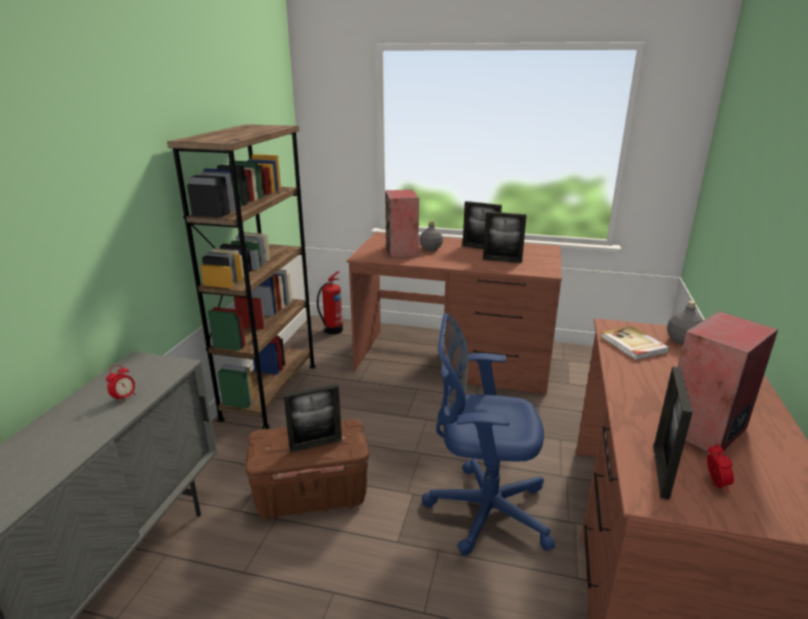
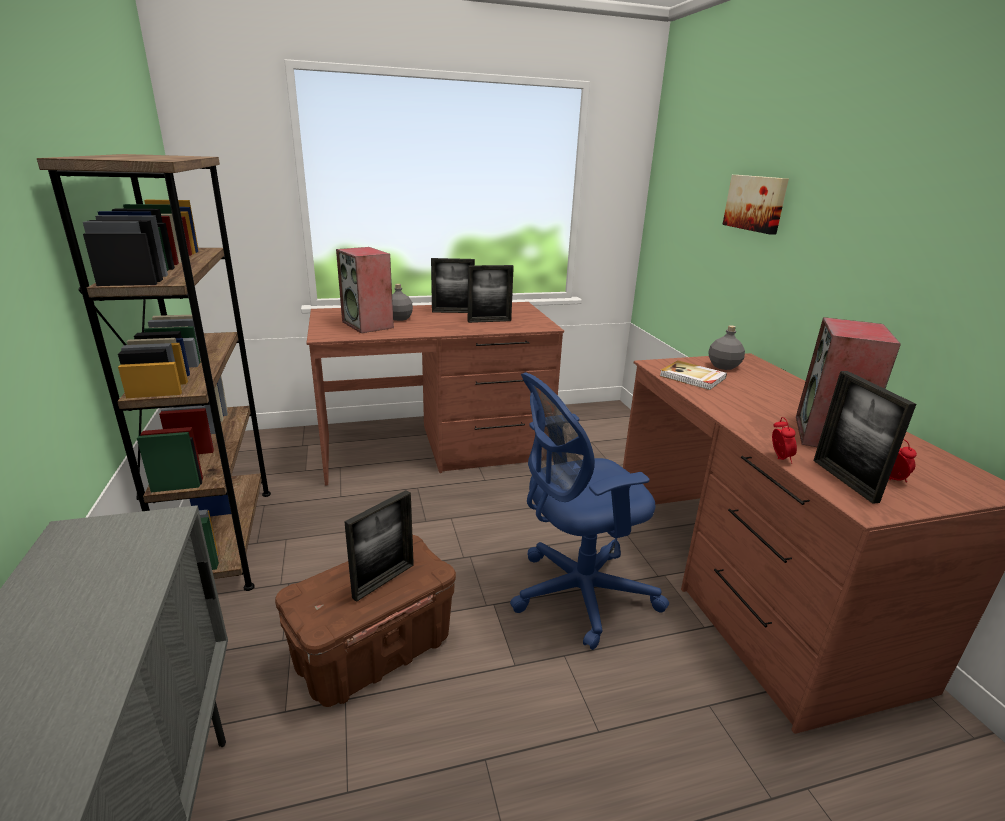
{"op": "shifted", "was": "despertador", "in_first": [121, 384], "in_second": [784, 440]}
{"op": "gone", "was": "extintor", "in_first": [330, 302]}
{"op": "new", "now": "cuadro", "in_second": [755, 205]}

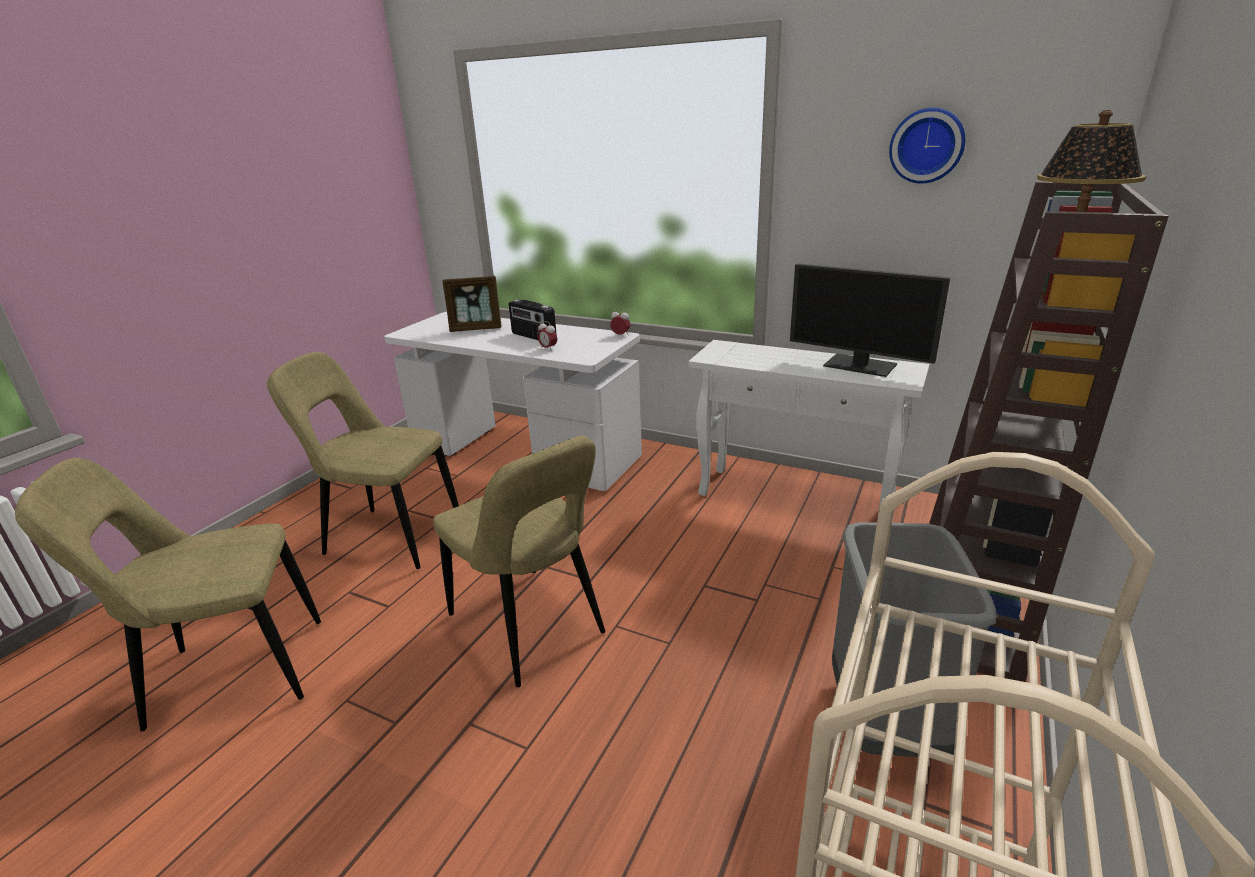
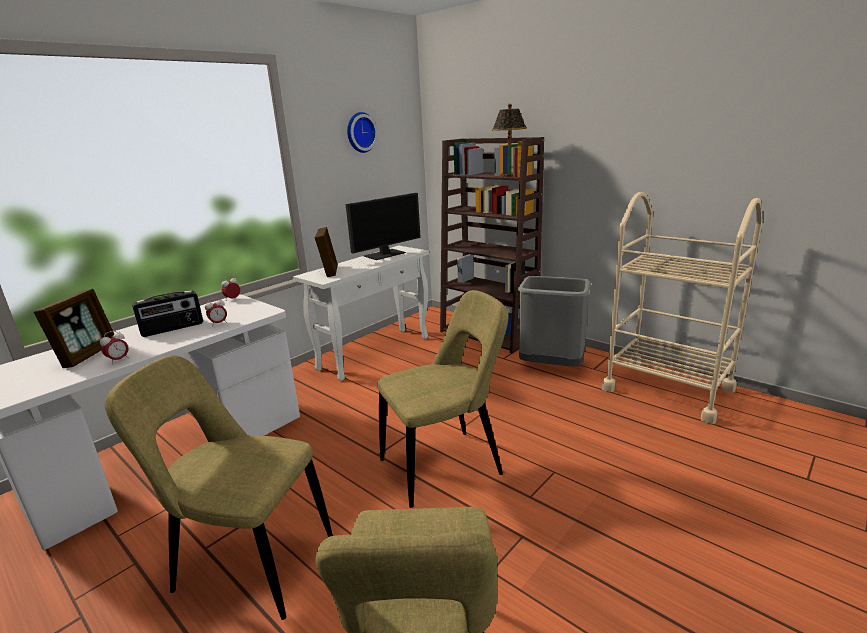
{"op": "rotated", "was": "silla/beis", "in_first": [363, 460], "in_second": [218, 488], "clockwise": 75}
{"op": "new", "now": "despertador", "in_second": [114, 347]}
{"op": "new", "now": "portarretratos", "in_second": [326, 252]}

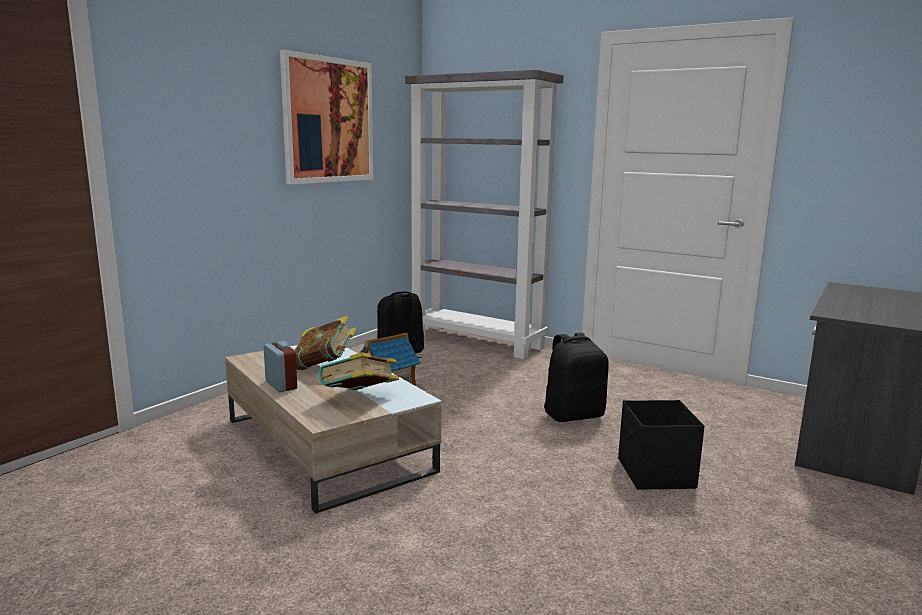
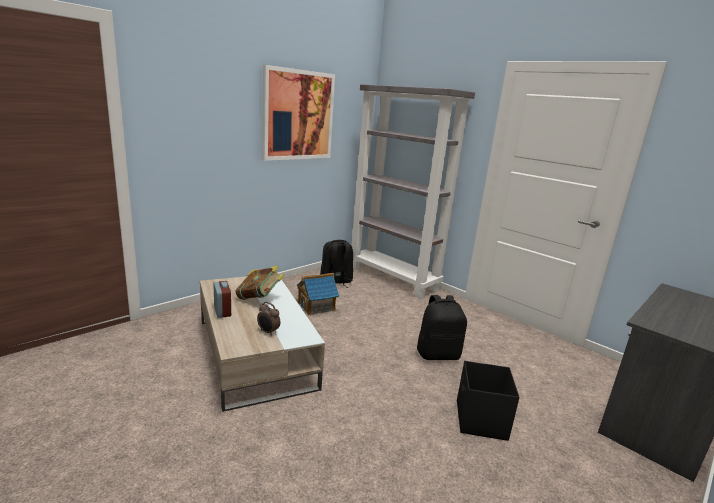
{"op": "swapped", "was": "libro", "now": "despertador", "in_first": [358, 371], "in_second": [269, 319]}

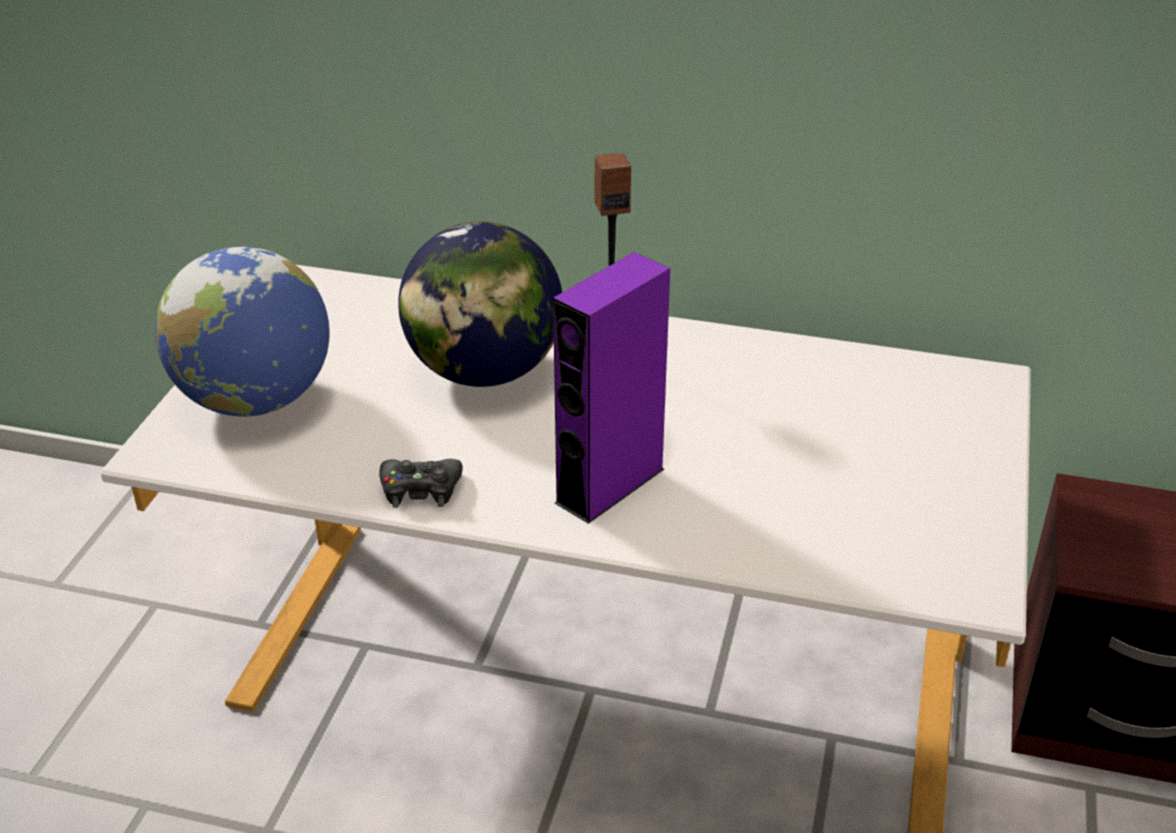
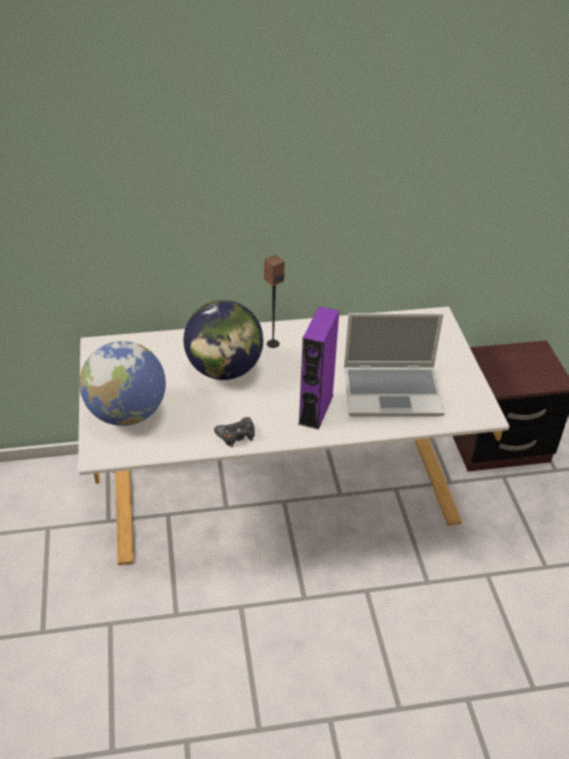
{"op": "new", "now": "portátil", "in_second": [394, 365]}

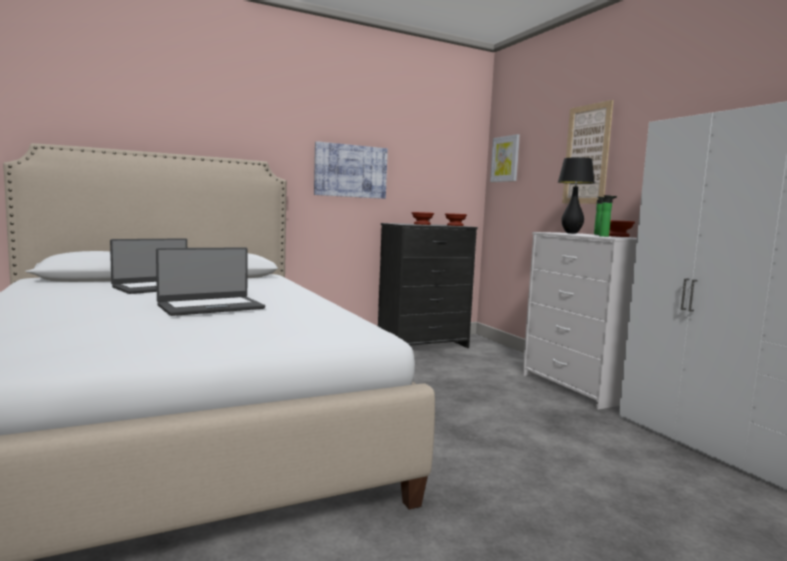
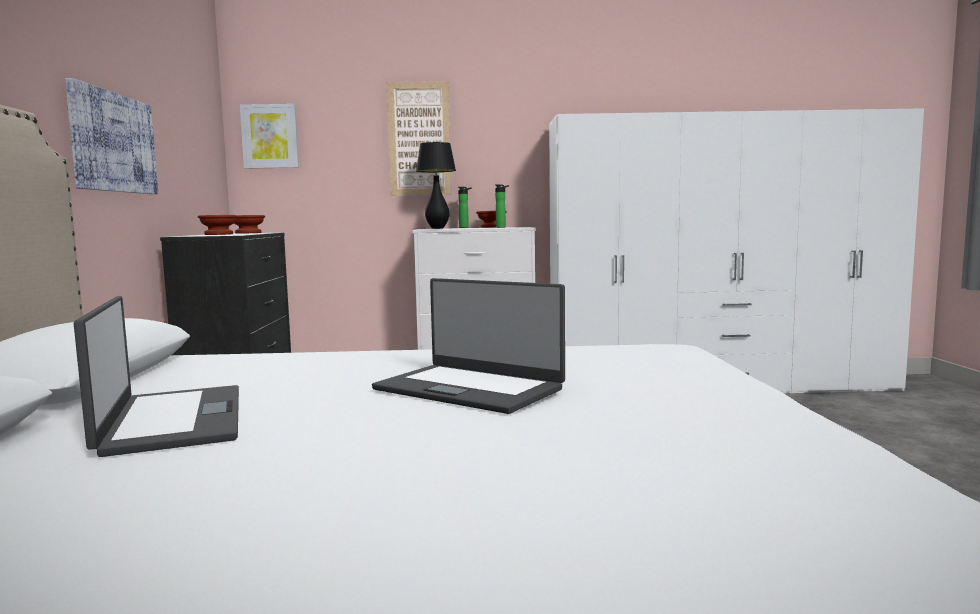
{"op": "rotated", "was": "portátil", "in_first": [210, 281], "in_second": [468, 346], "clockwise": 135}

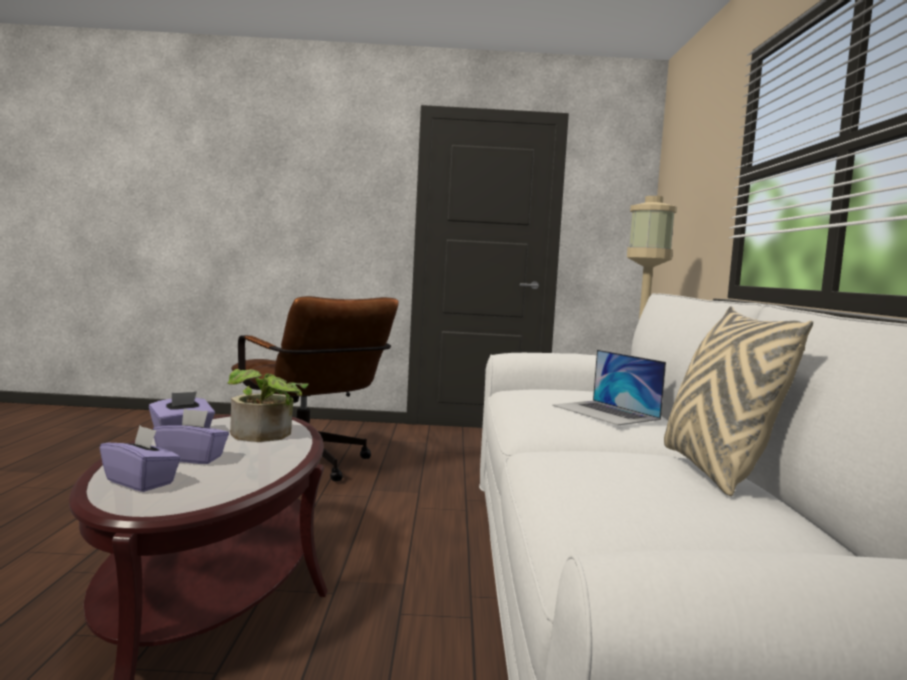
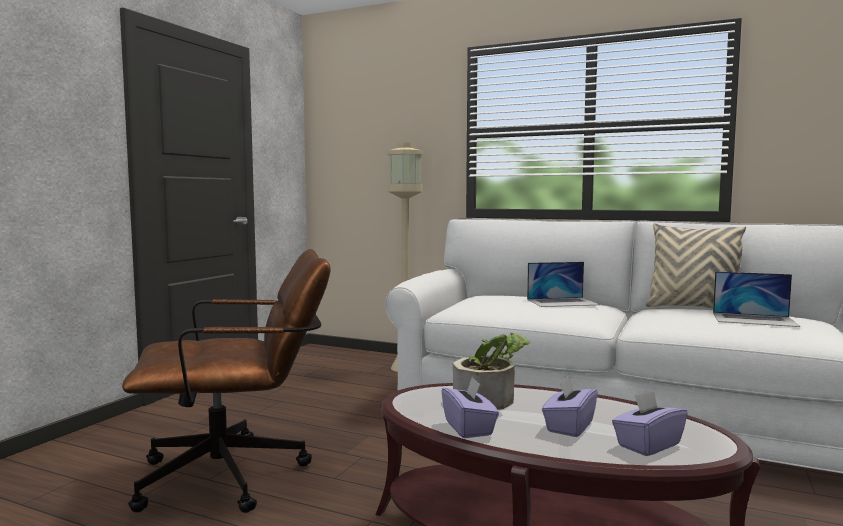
{"op": "new", "now": "portátil", "in_second": [756, 299]}

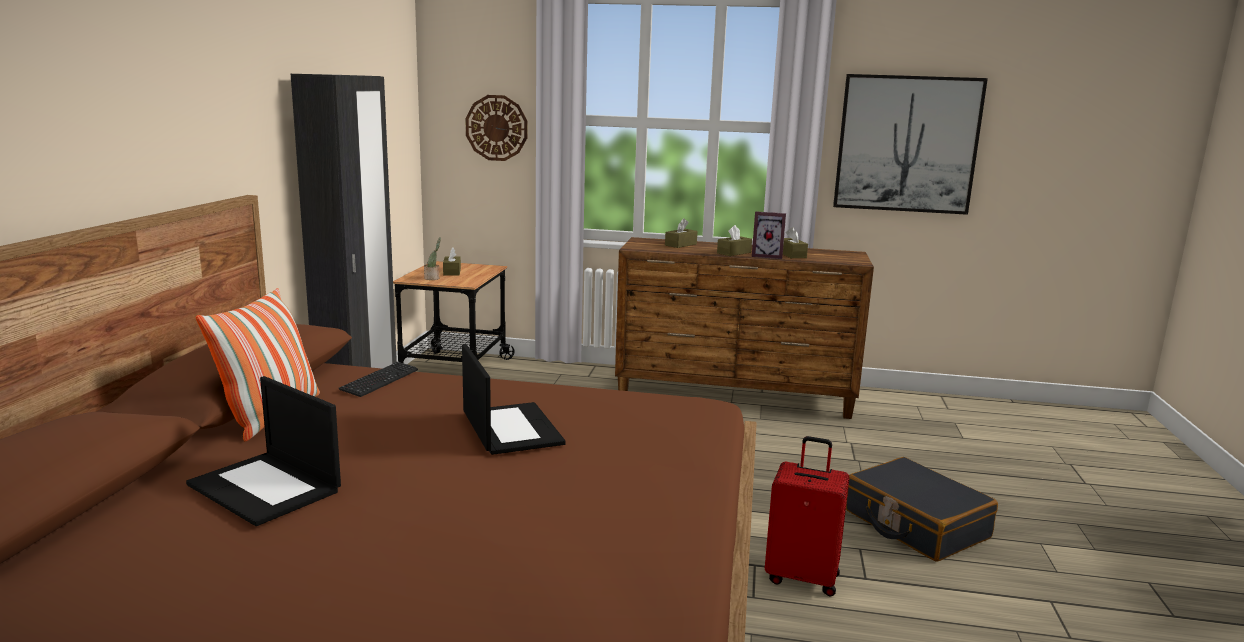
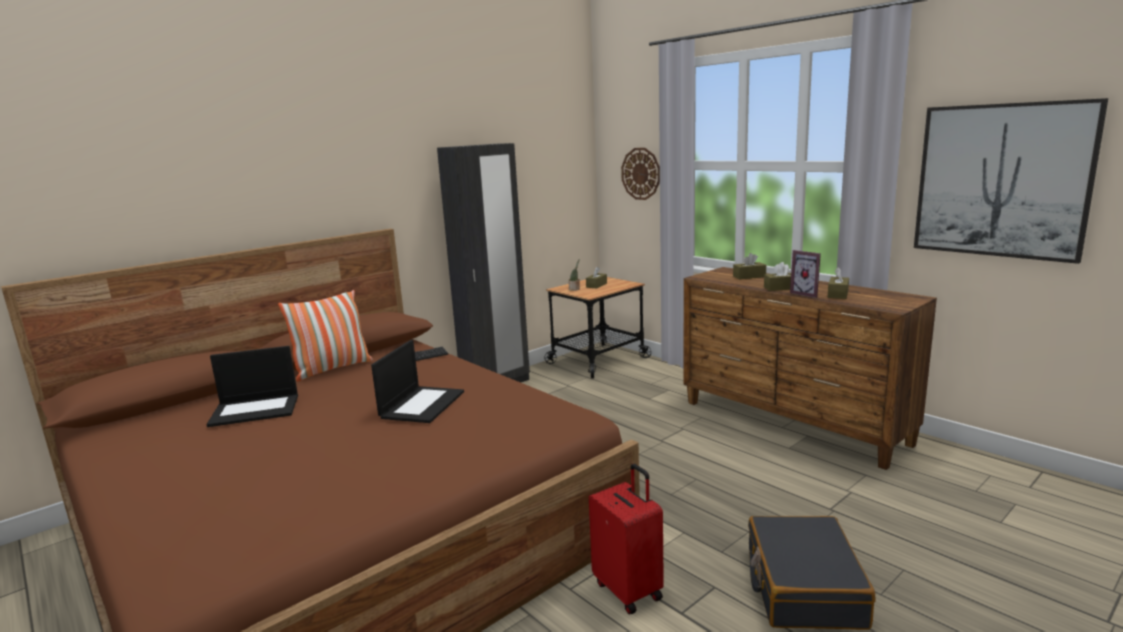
{"op": "rotated", "was": "portátil", "in_first": [263, 451], "in_second": [252, 386], "clockwise": -90}

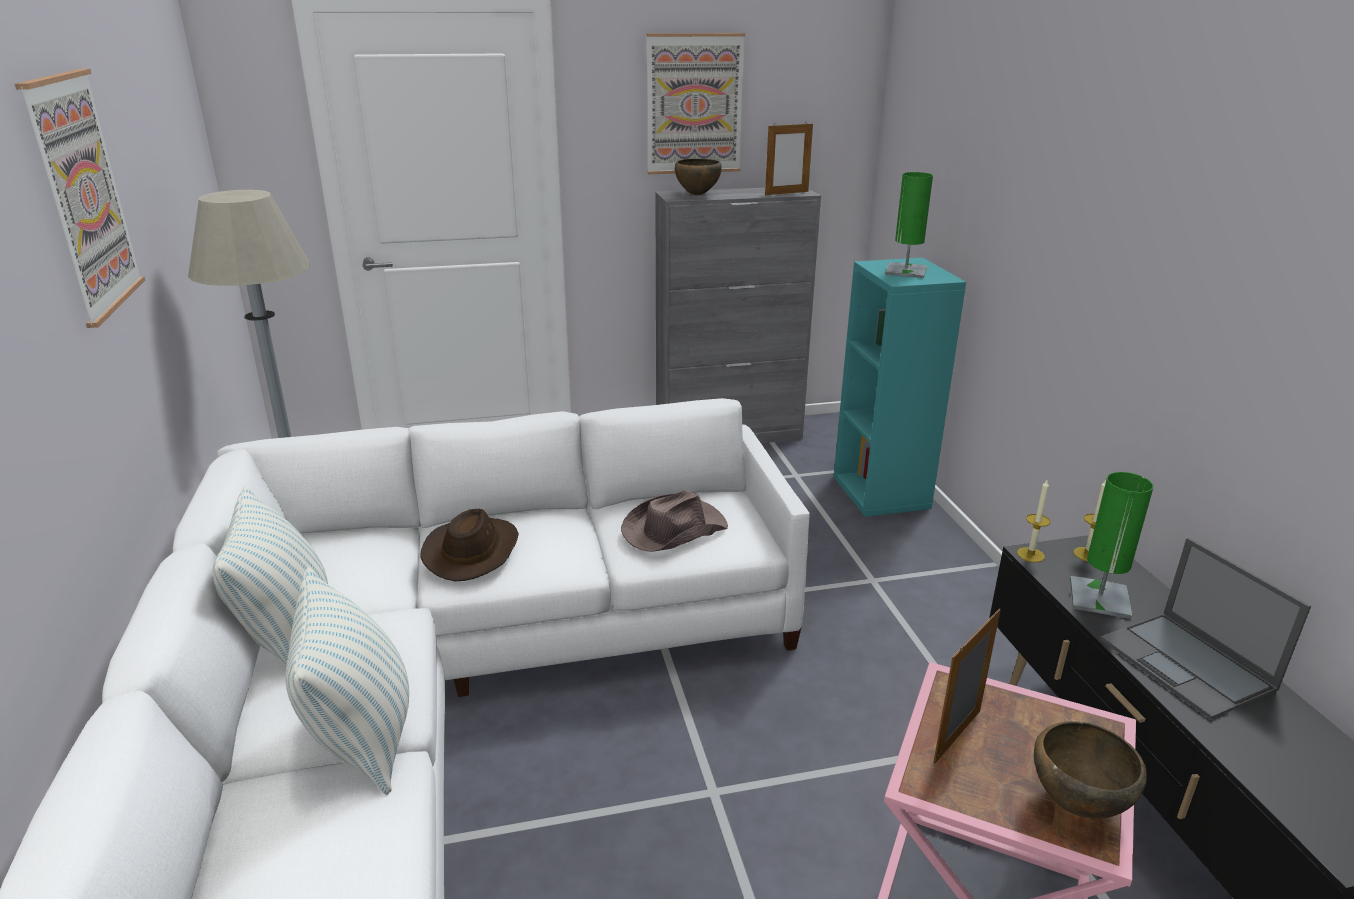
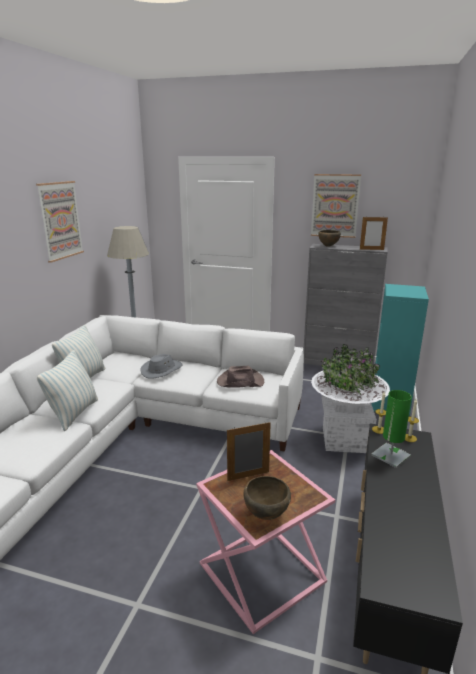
{"op": "repainted", "was": "sombrero/marrón", "now": "sombrero/gris", "in_first": [469, 545], "in_second": [161, 366]}
{"op": "gone", "was": "lámpara de mesa/verde", "in_first": [909, 225]}
{"op": "gone", "was": "portátil", "in_first": [1205, 629]}
{"op": "new", "now": "maceta/blanco", "in_second": [350, 398]}

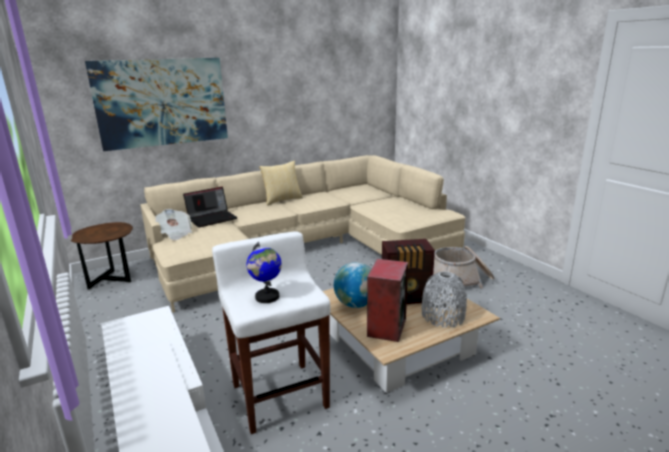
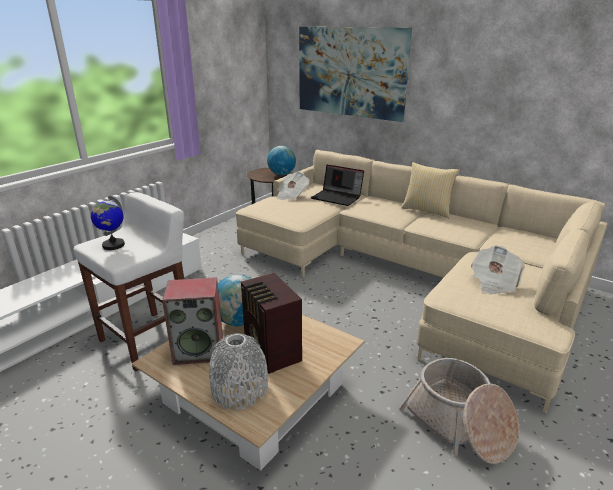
{"op": "new", "now": "globo terráqueo", "in_second": [281, 160]}
{"op": "new", "now": "periódico", "in_second": [498, 270]}

